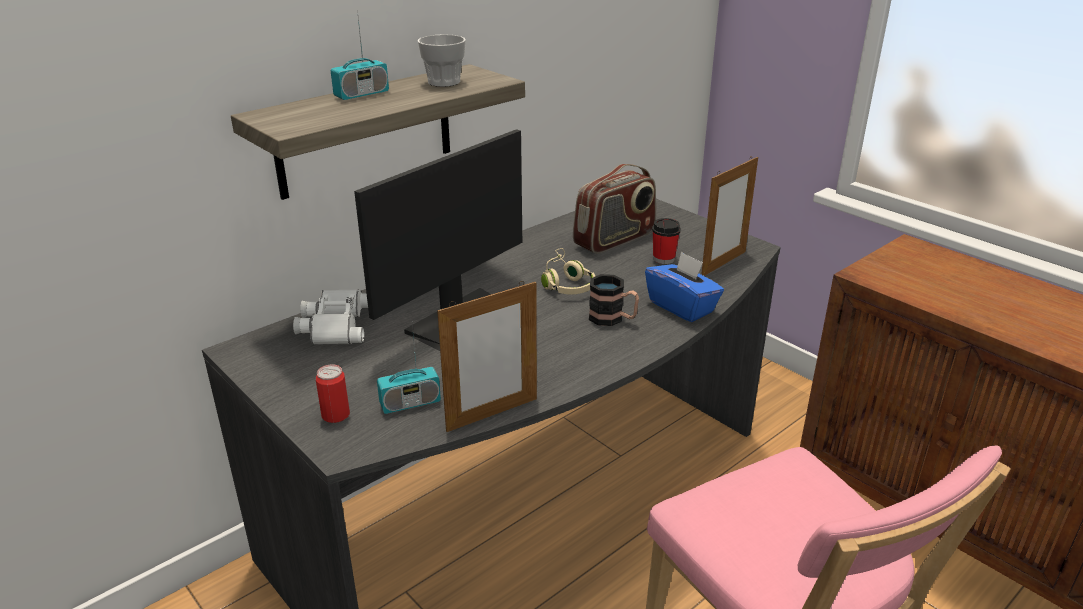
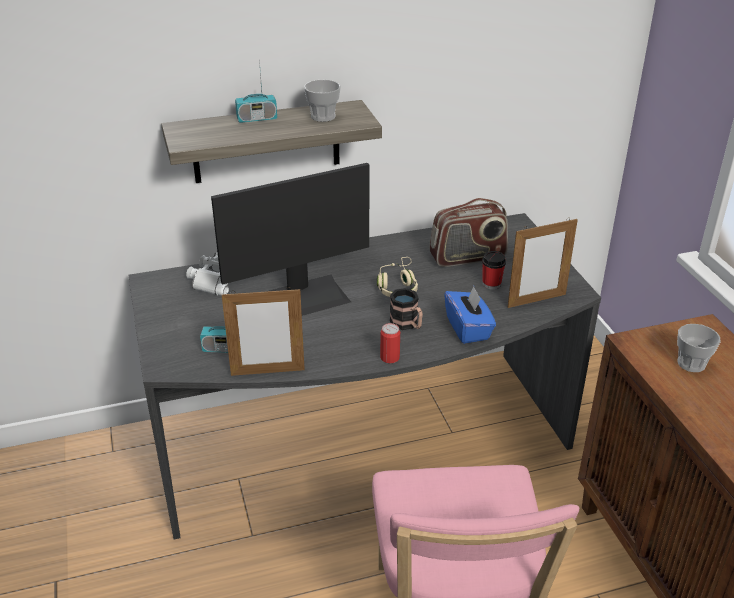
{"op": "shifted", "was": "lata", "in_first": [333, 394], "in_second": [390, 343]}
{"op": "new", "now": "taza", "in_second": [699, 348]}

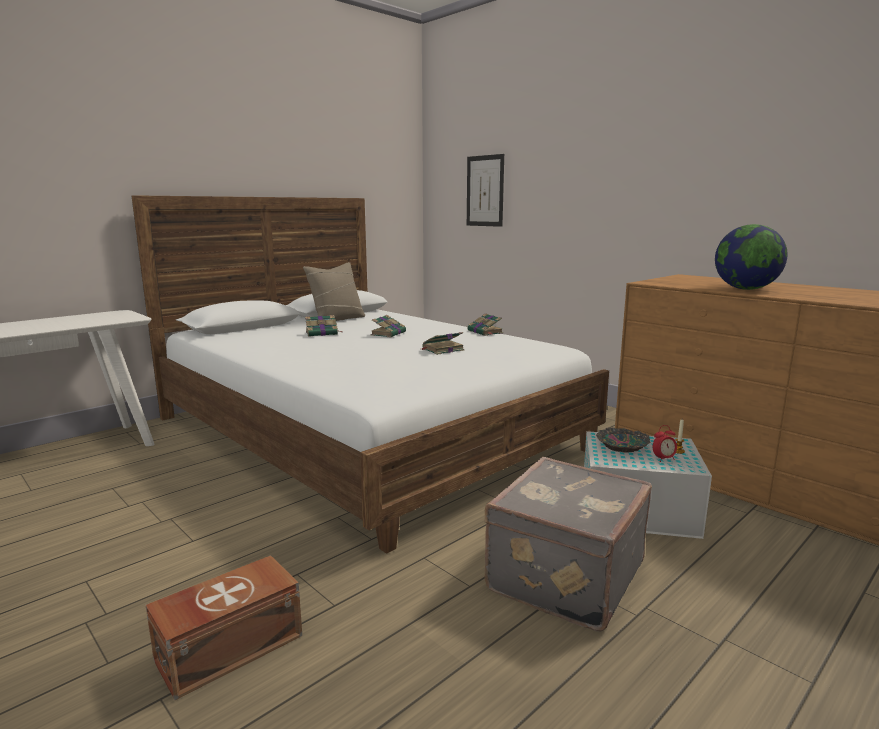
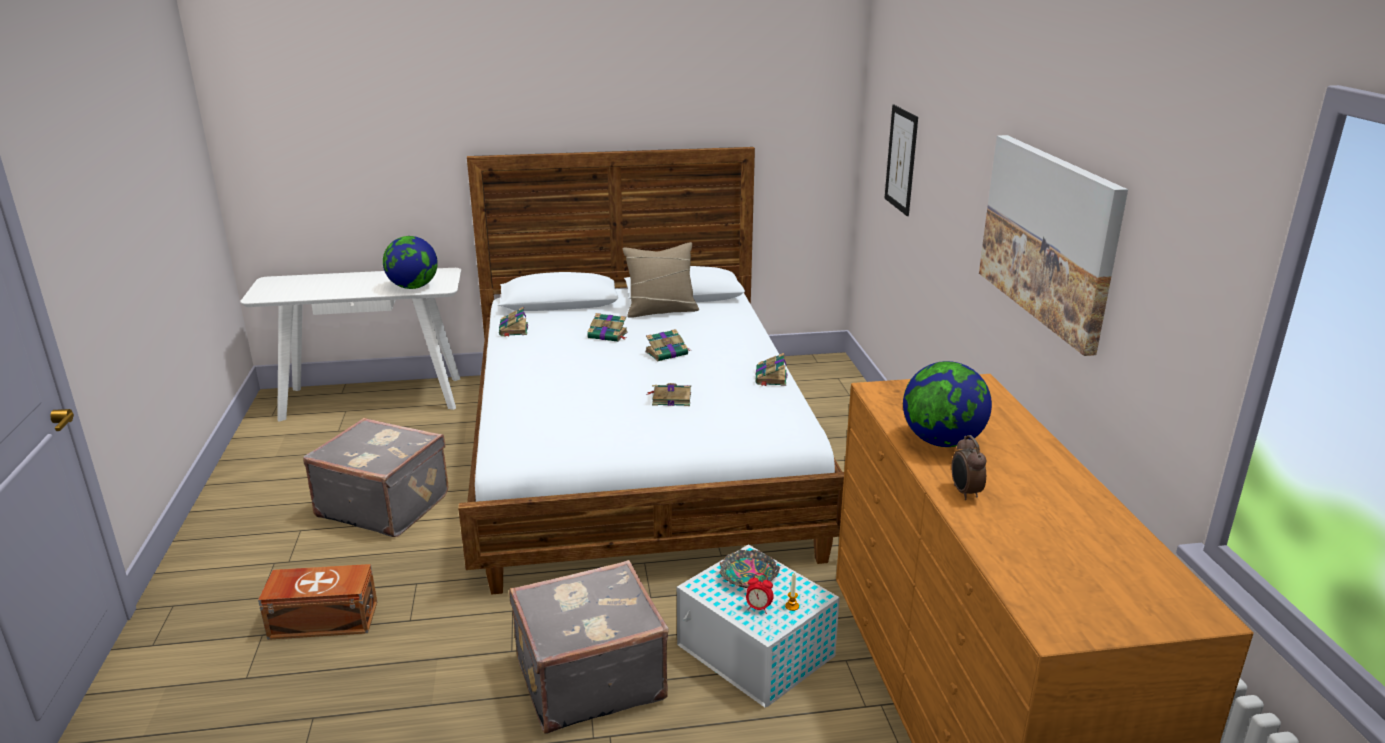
{"op": "new", "now": "maleta/gris", "in_second": [375, 477]}
{"op": "new", "now": "globo terráqueo", "in_second": [410, 262]}
{"op": "new", "now": "libro", "in_second": [513, 322]}
{"op": "new", "now": "despertador", "in_second": [969, 467]}
{"op": "new", "now": "cuadro", "in_second": [1053, 245]}

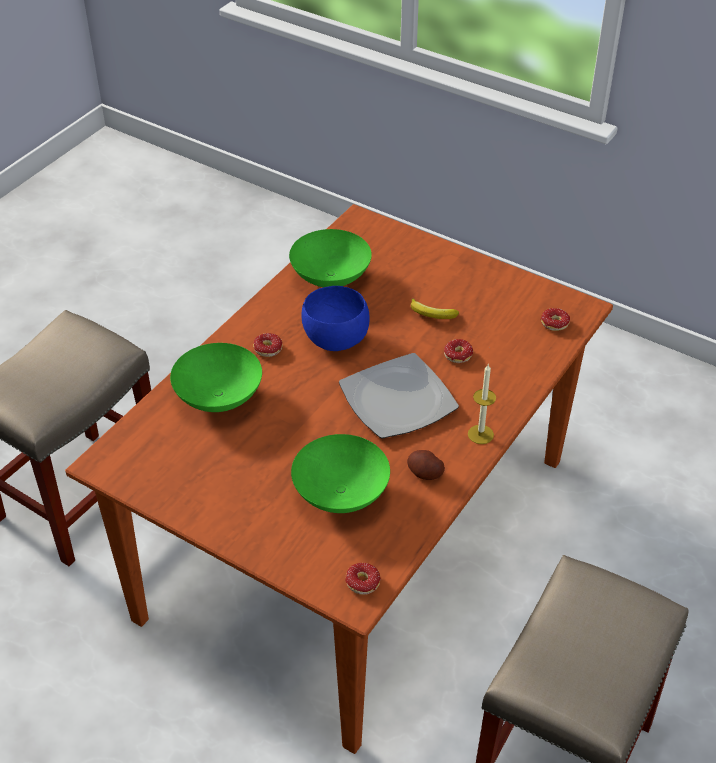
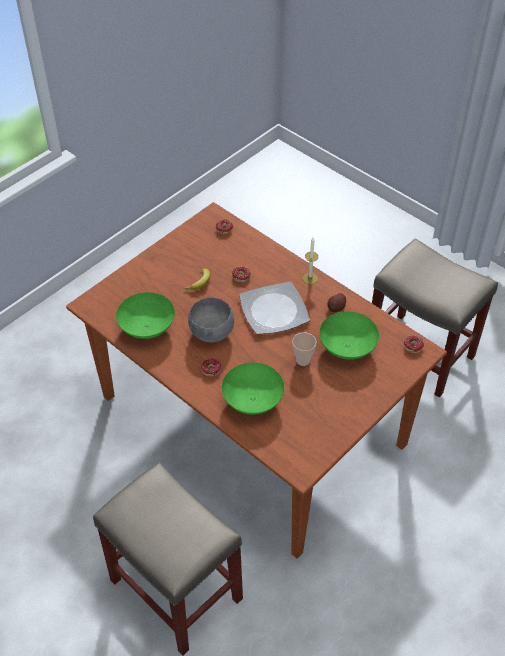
{"op": "repainted", "was": "cuenco/azul", "now": "cuenco/gris", "in_first": [335, 318], "in_second": [211, 320]}
{"op": "new", "now": "taza", "in_second": [304, 349]}

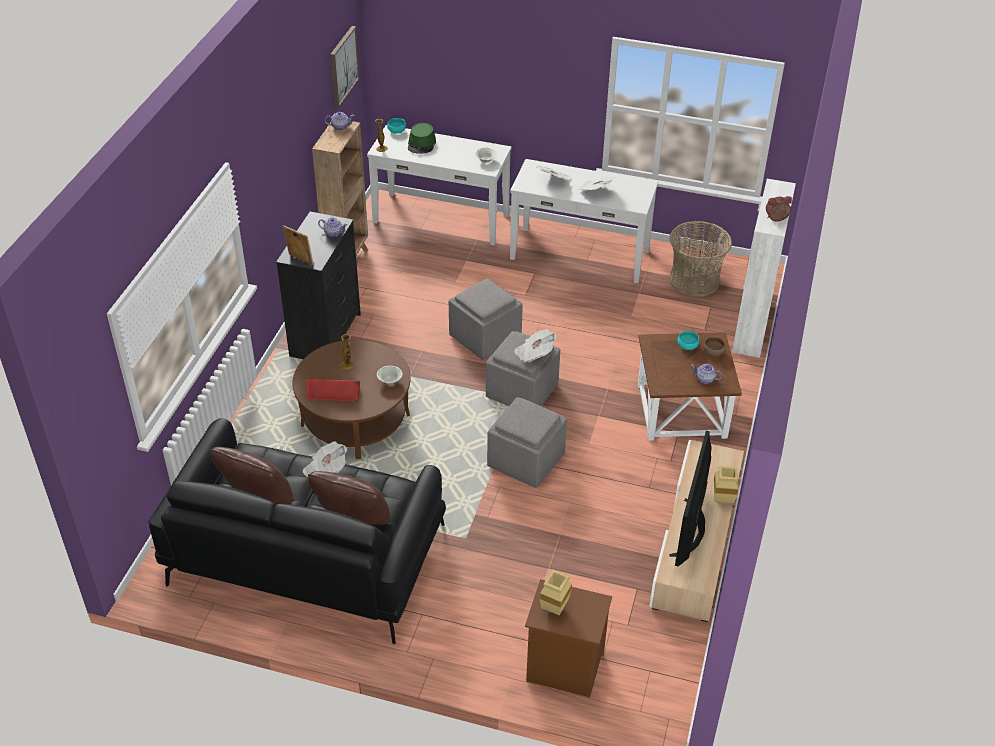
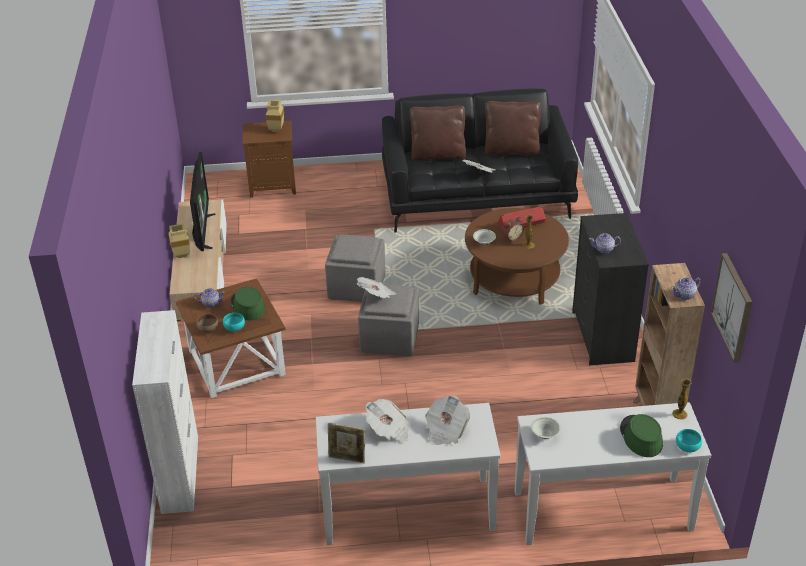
{"op": "shifted", "was": "portarretratos", "in_first": [298, 245], "in_second": [346, 443]}
{"op": "gone", "was": "puf/gris", "in_first": [486, 319]}
{"op": "gone", "was": "cesta", "in_first": [700, 259]}
{"op": "shifted", "was": "despertador", "in_first": [779, 209], "in_second": [513, 229]}
{"op": "new", "now": "sombrero/verde", "in_second": [248, 303]}

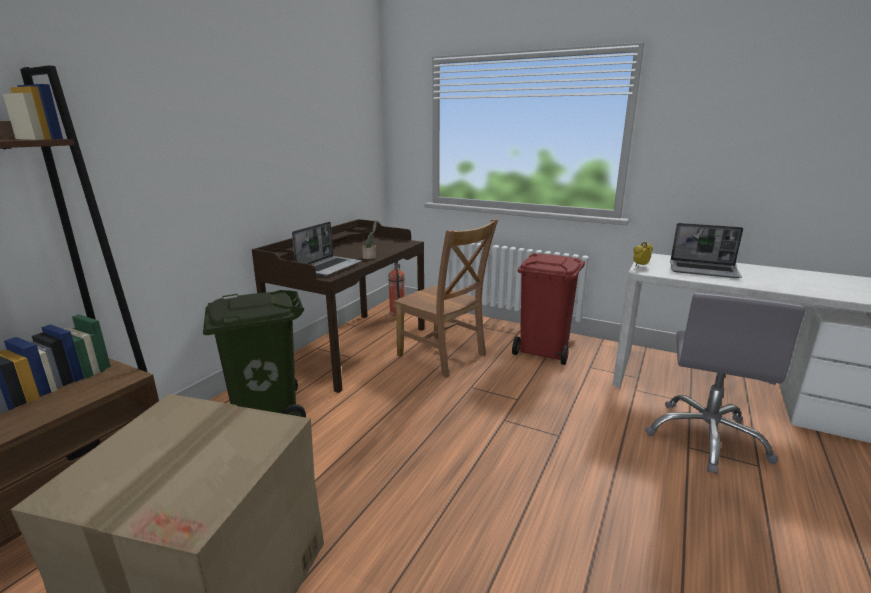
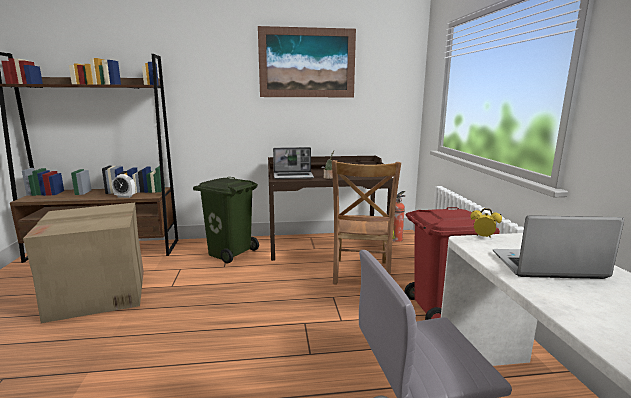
{"op": "rotated", "was": "portátil", "in_first": [706, 250], "in_second": [558, 247], "clockwise": 105}
{"op": "new", "now": "despertador", "in_second": [123, 186]}
{"op": "new", "now": "cuadro", "in_second": [307, 61]}

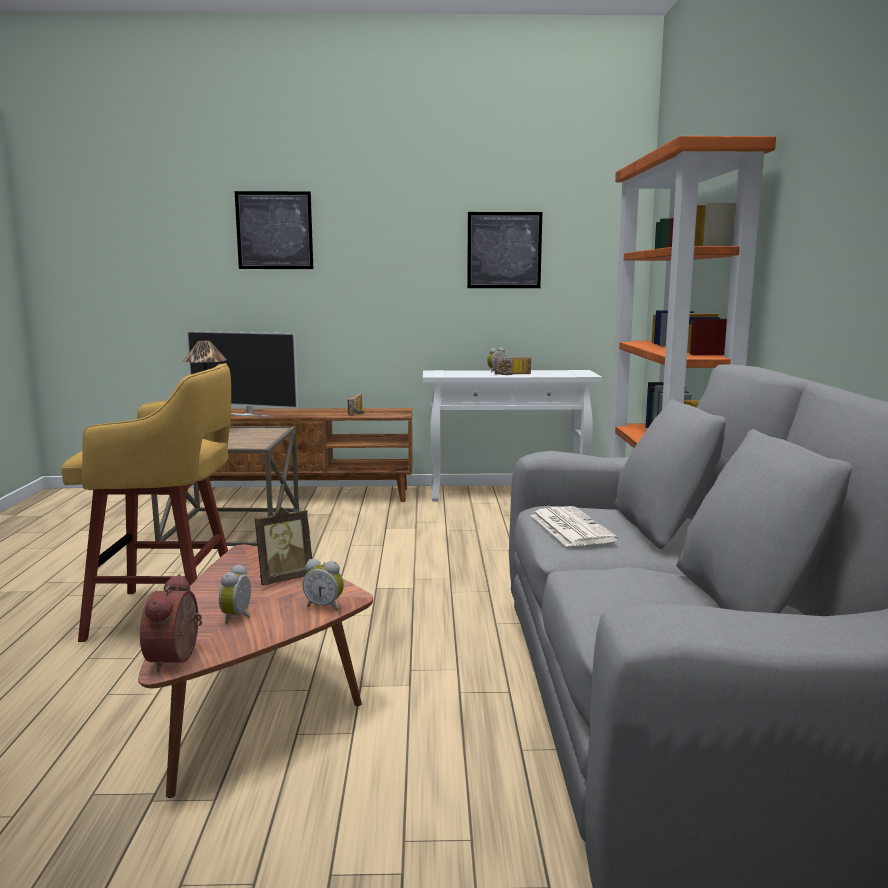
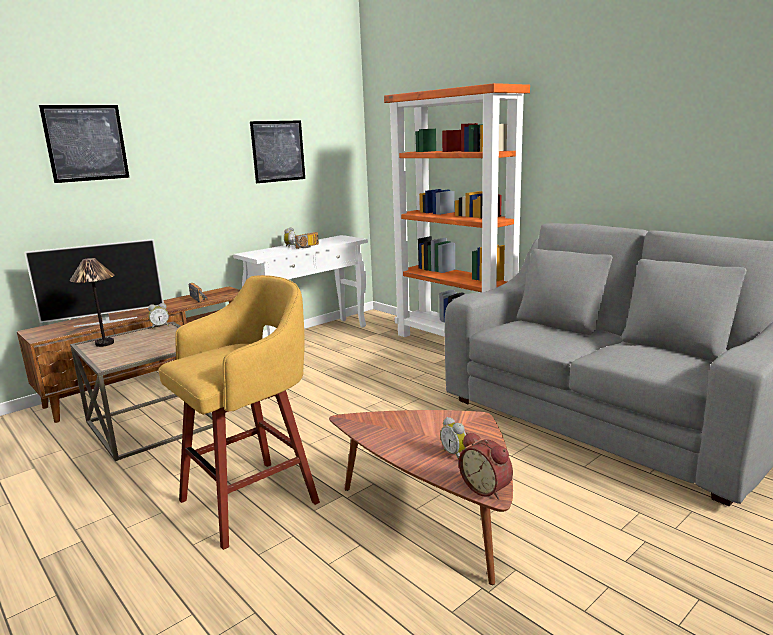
{"op": "gone", "was": "portarretratos", "in_first": [283, 546]}
{"op": "shifted", "was": "despertador", "in_first": [323, 585], "in_second": [158, 316]}
{"op": "gone", "was": "periódico", "in_first": [574, 526]}

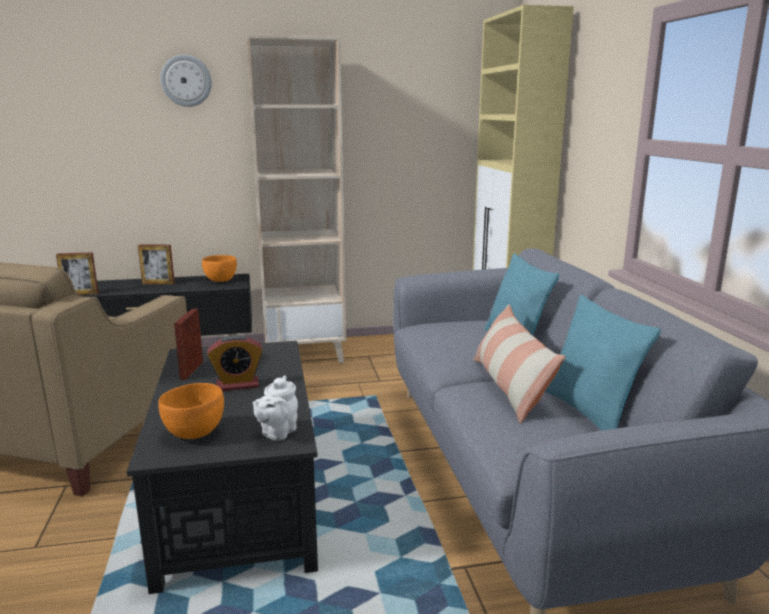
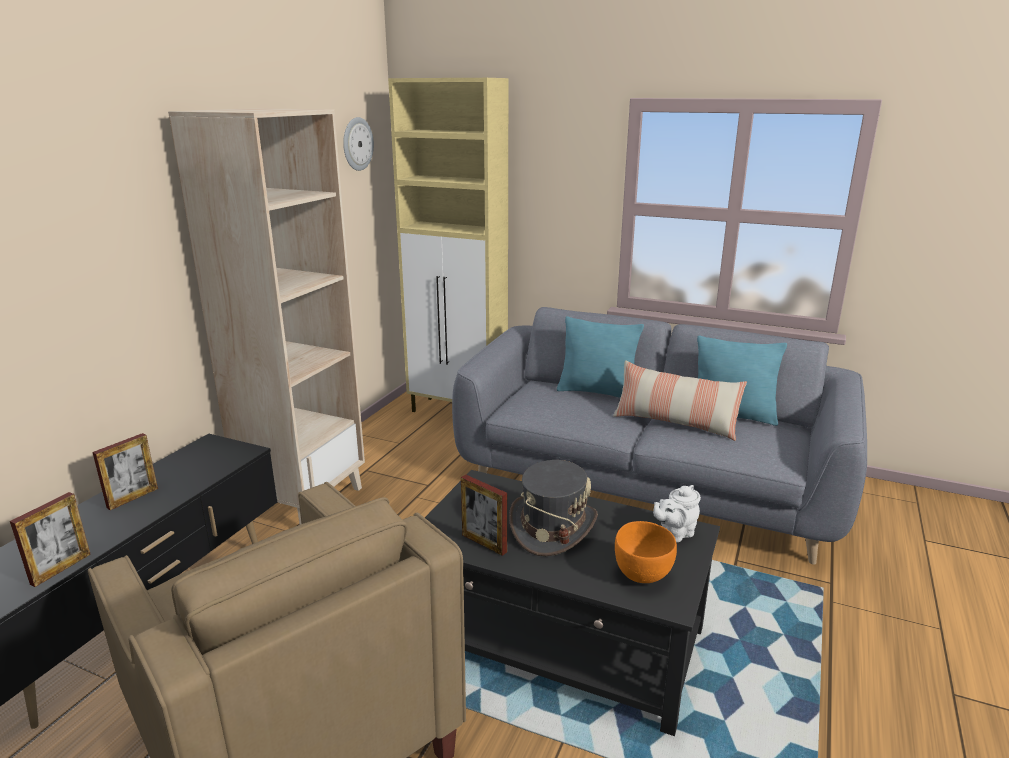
{"op": "shifted", "was": "reloj de pared", "in_first": [186, 81], "in_second": [358, 144]}
{"op": "gone", "was": "cuenco/naranja", "in_first": [219, 268]}
{"op": "swapped", "was": "despertador", "now": "sombrero/gris", "in_first": [235, 363], "in_second": [553, 508]}
{"op": "rotated", "was": "tetera/blanco", "in_first": [275, 408], "in_second": [677, 513], "clockwise": 90}

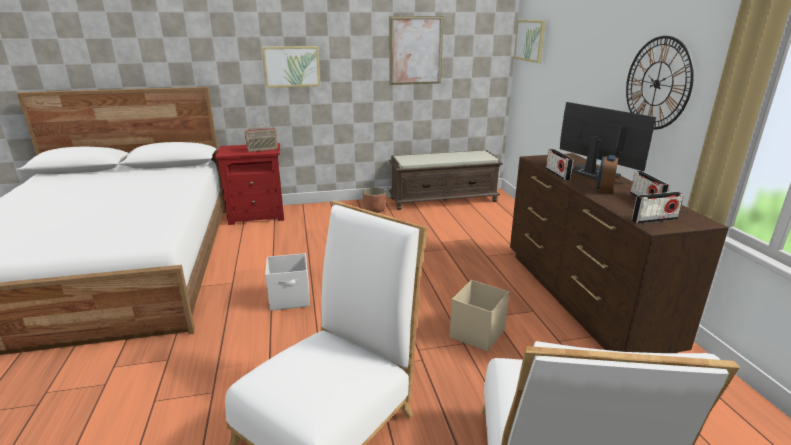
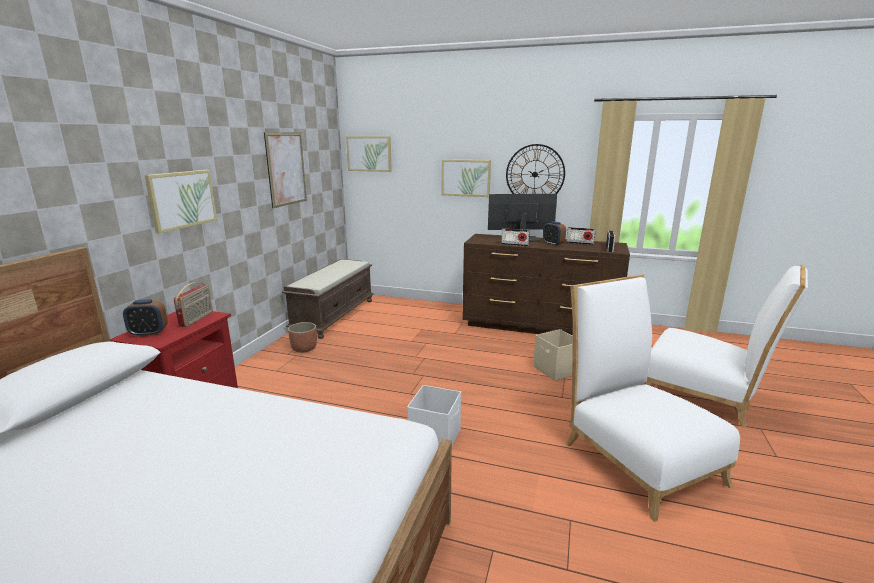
{"op": "new", "now": "despertador", "in_second": [145, 318]}
{"op": "new", "now": "cuadro", "in_second": [466, 178]}

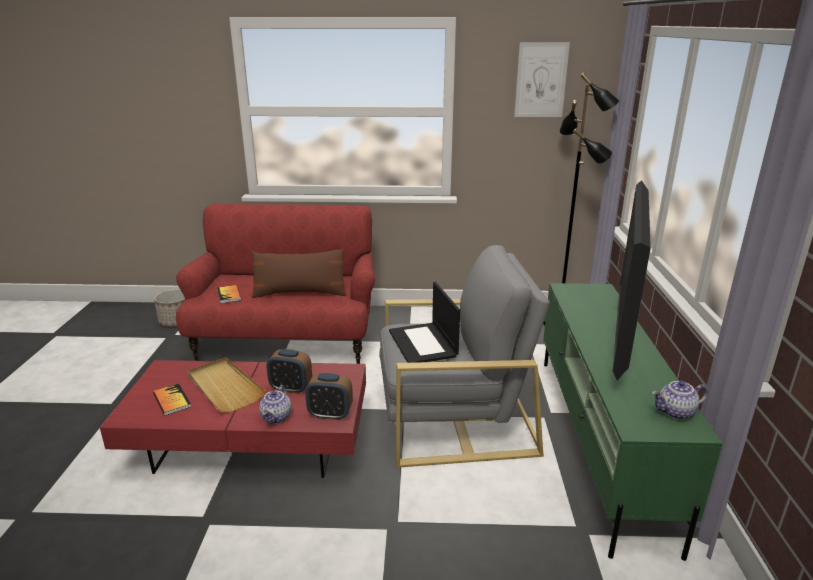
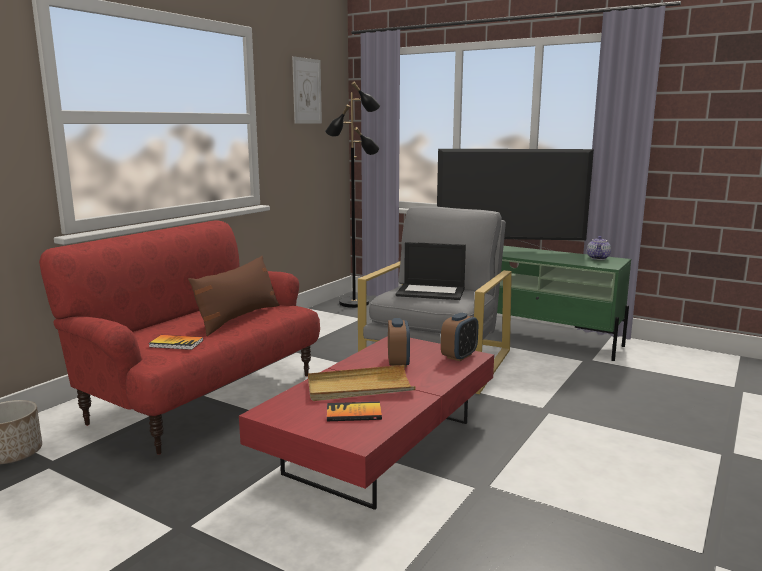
{"op": "gone", "was": "tetera", "in_first": [275, 404]}
{"op": "rotated", "was": "despertador", "in_first": [289, 371], "in_second": [399, 342], "clockwise": -45}
{"op": "rotated", "was": "televisor", "in_first": [632, 280], "in_second": [515, 200], "clockwise": -45}

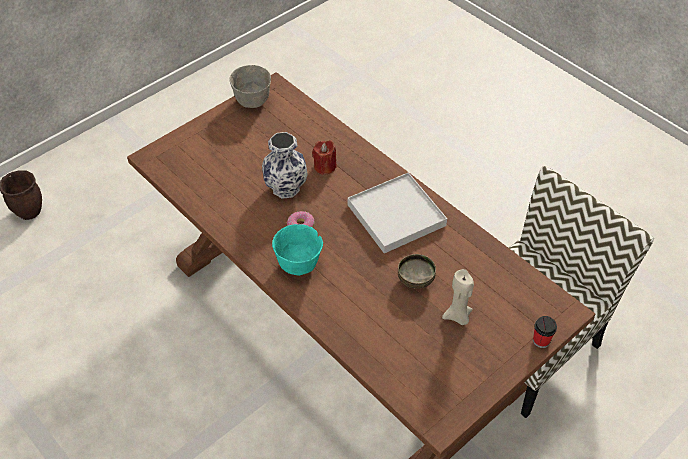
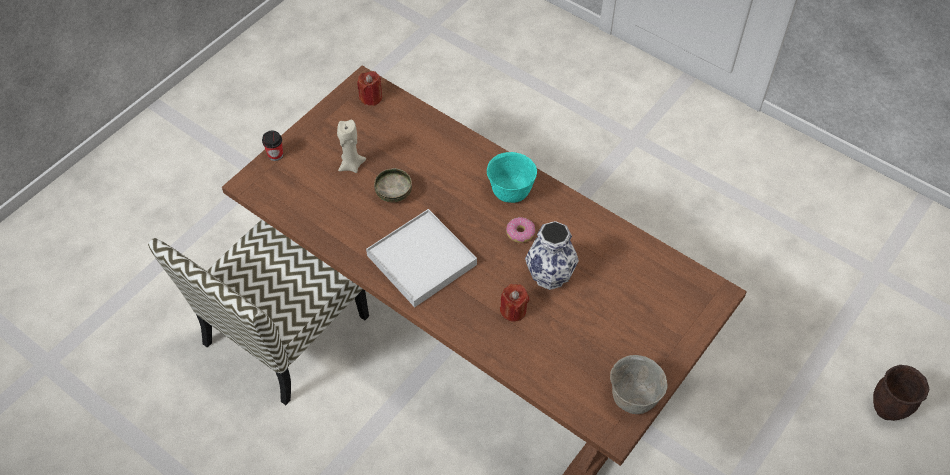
{"op": "new", "now": "vela/rojo", "in_second": [369, 88]}

